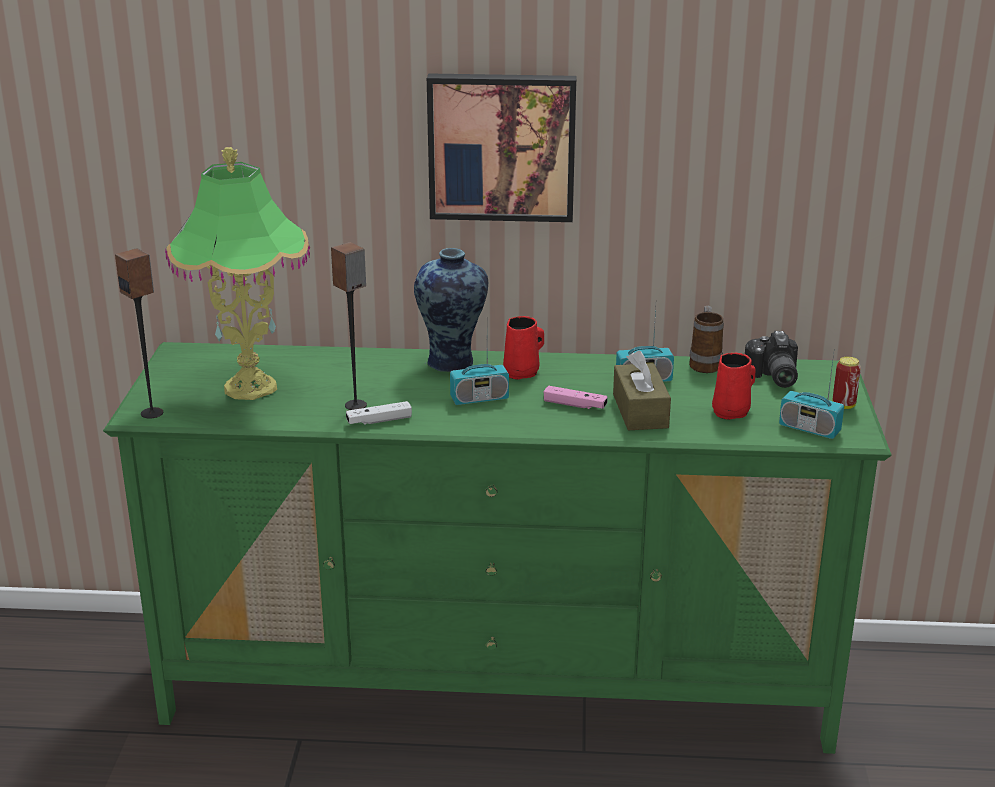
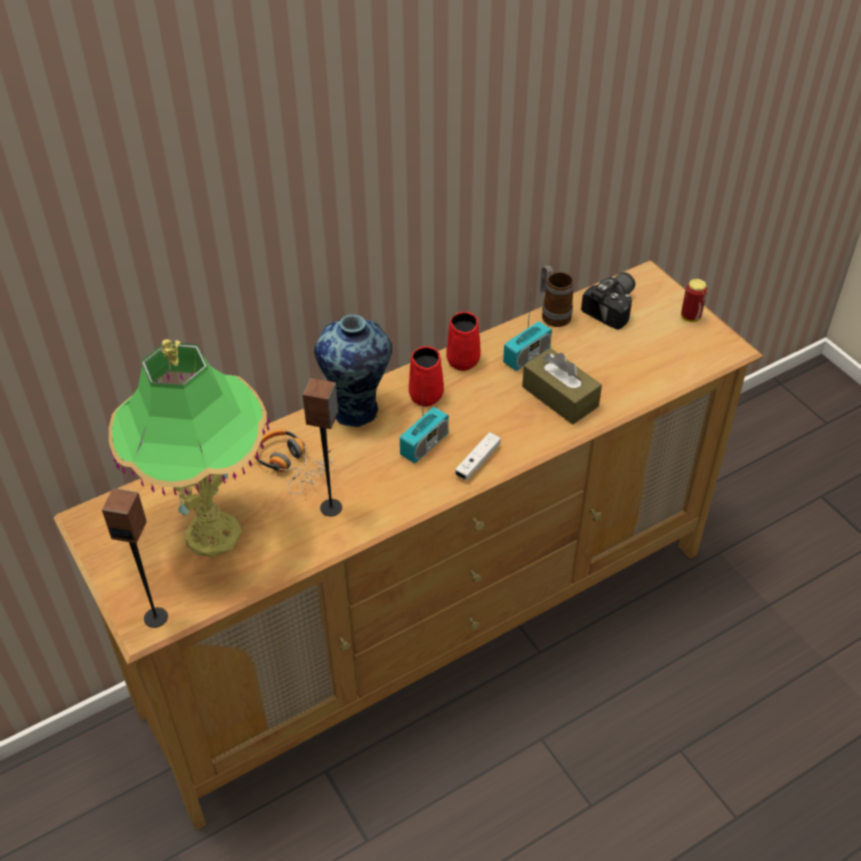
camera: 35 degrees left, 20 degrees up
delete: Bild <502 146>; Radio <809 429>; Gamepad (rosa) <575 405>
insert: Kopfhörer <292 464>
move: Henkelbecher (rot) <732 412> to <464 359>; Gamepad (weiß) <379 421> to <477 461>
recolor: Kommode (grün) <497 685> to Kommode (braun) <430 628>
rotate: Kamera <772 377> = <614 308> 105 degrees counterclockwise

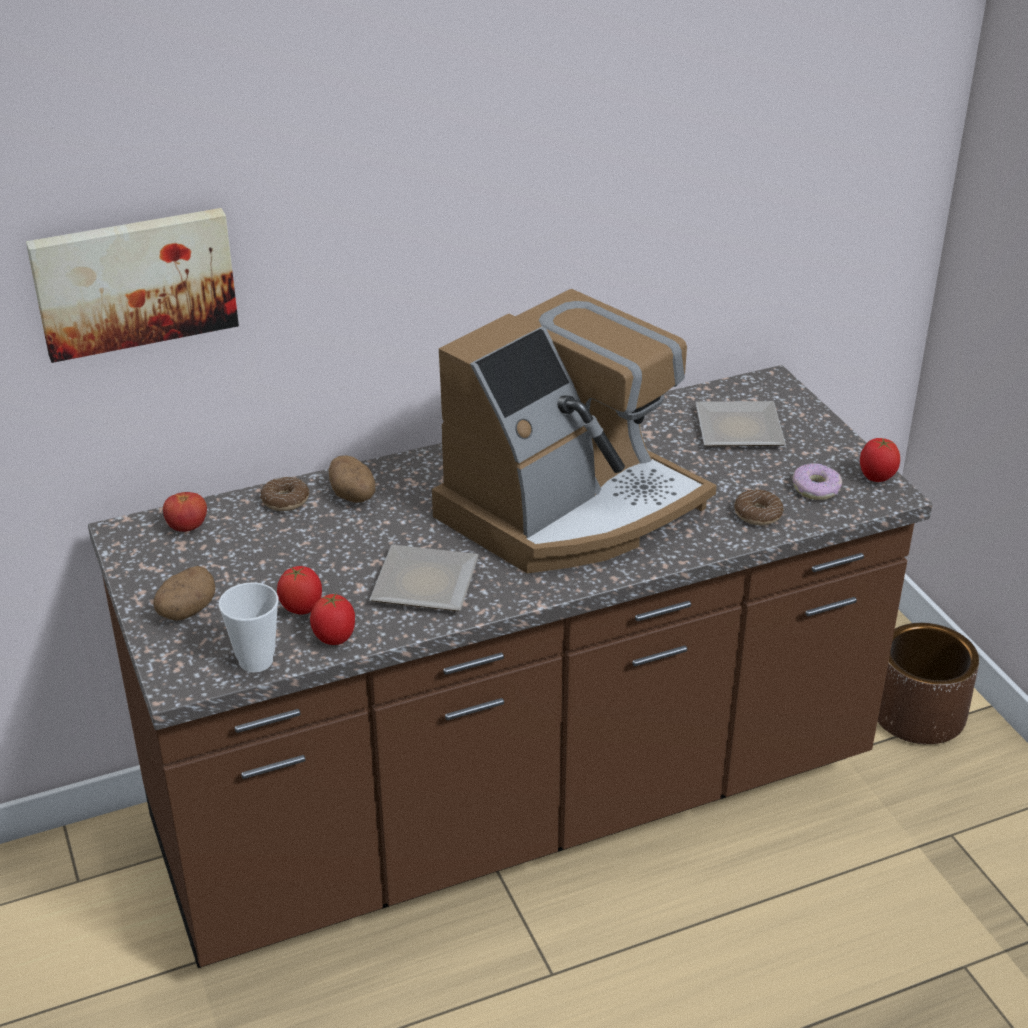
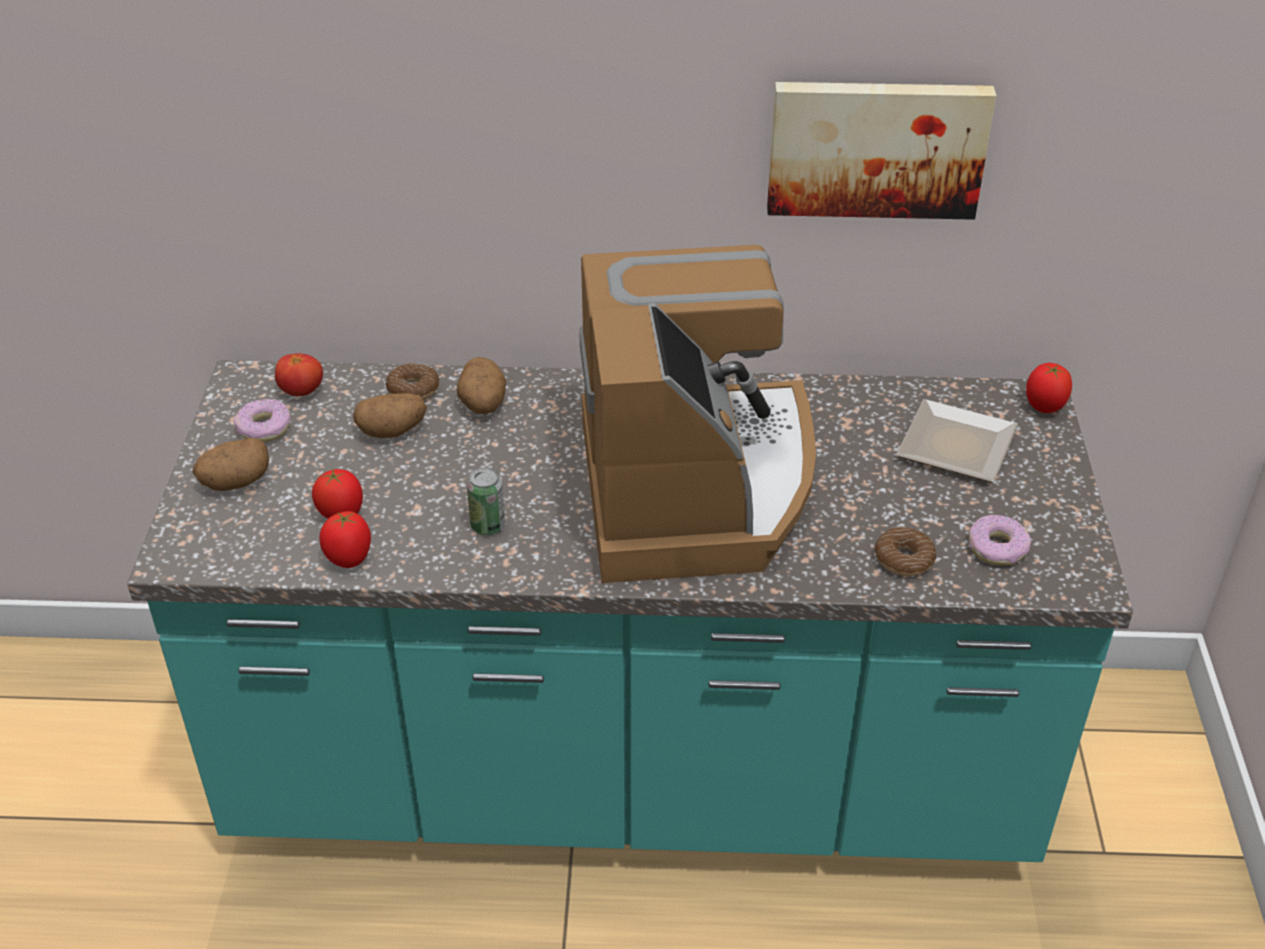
camera: 25 degrees right, 5 degrees up
delete: Tasse <256 661>; Pflanzkübel (braun) <918 715>
insert: Kartoffel <392 431>; Donut <264 428>
move: Bild <134 281> to <876 147>; Tomate <876 478> to <1044 408>
replace: Teller <429 582> to Dose <488 526>
recolor: Küchenzeile (braun) <514 802> to Küchenzeile (türkis) <632 772>
rotate: Kaffeemaschine <571 509> = <696 487> 75 degrees counterclockwise

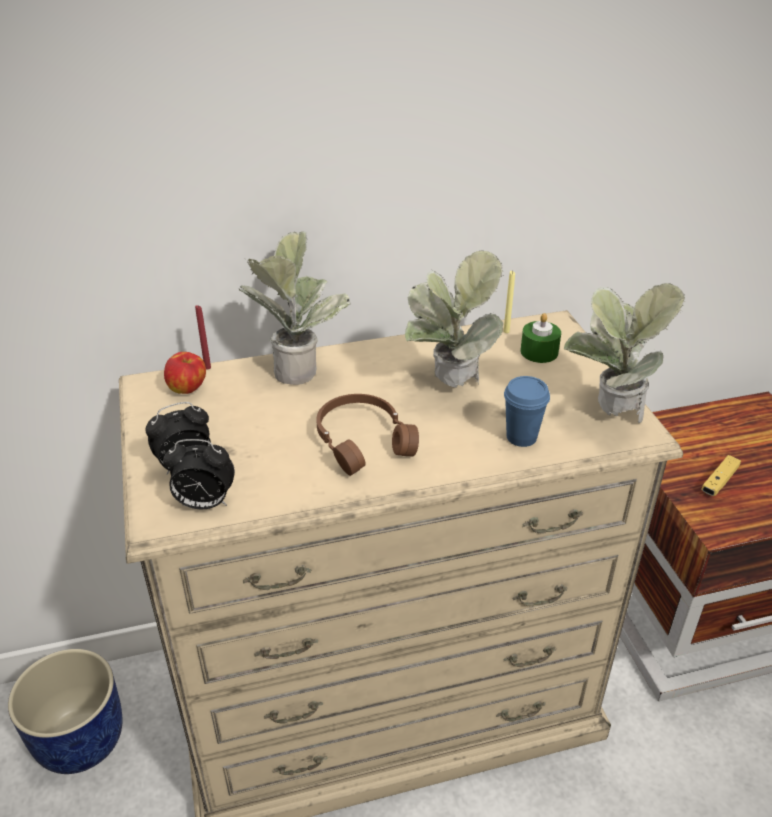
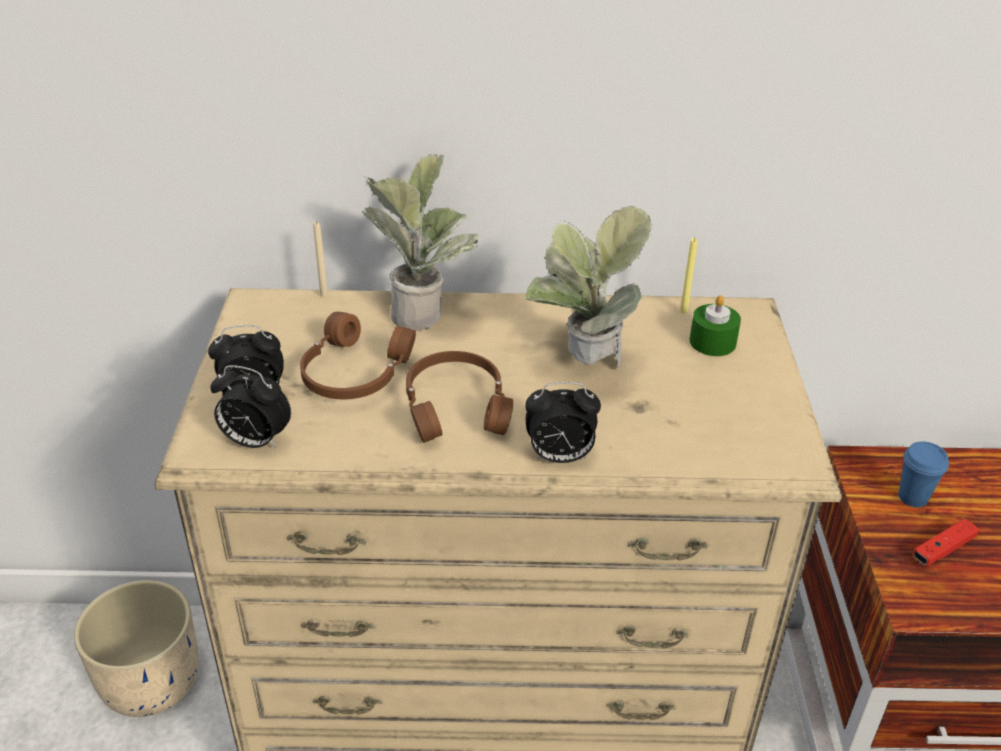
camera: 15 degrees right, 0 degrees up
delete: Topfpflanze <607 416>; Apfel <188 389>
insert: Kopfhörer (braun) <353 373>; Wecker <559 457>
move: Tasse (blau) <521 437> to <912 497>
recolor: Kerze (rot) <207 367> to Kerze (beige) <324 294>; Gamepad (gelb) <719 481> to Gamepad (rot) <943 549>; Pflanzkübel (blau) <80 738> to Pflanzkübel (beige) <151 681>

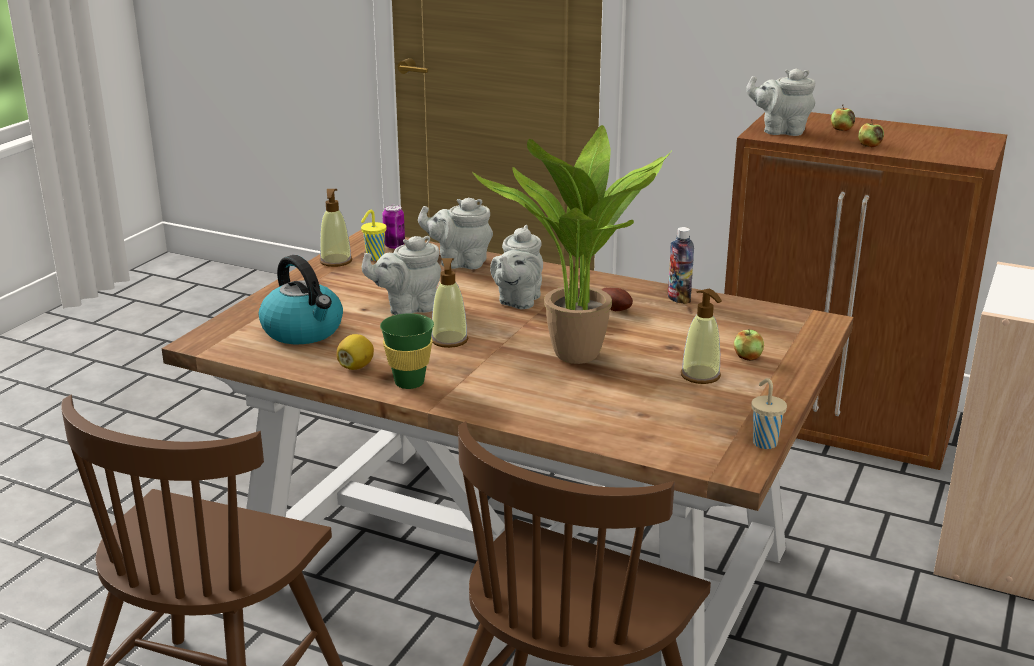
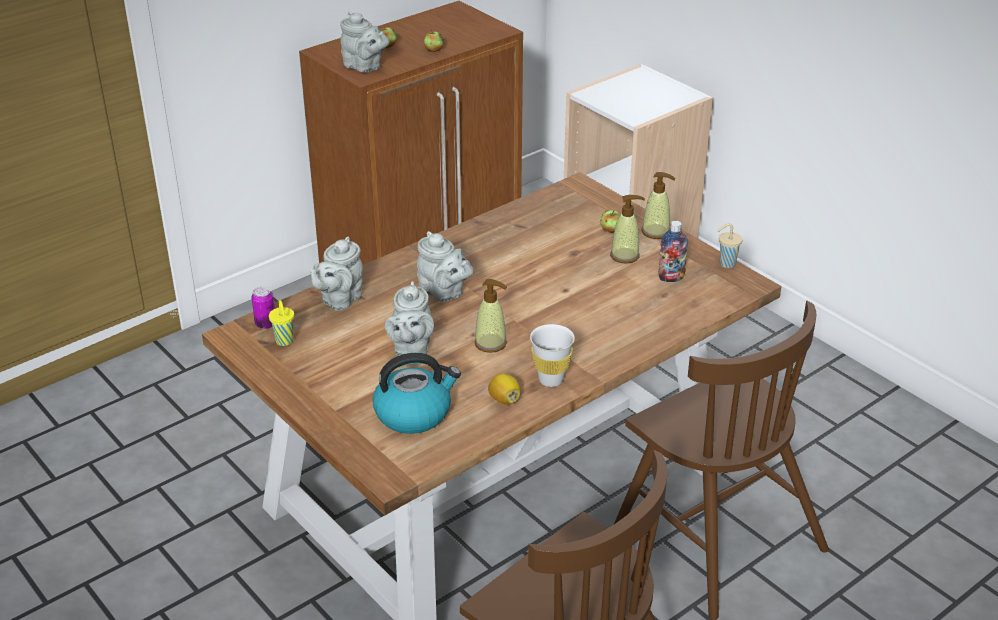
camera: 65 degrees left, 10 degrees up
delete: Topfpflanze <582 359>; Kartoffel <616 309>
move: Seifenspender <336 261> to <656 232>; Flasche <679 299> to <671 278>
recolor: Tasse (grün) <409 382> to Tasse (weiß) <551 380>
rotate: Teekanne (grau) <780 131> = <365 67> 90 degrees counterclockwise

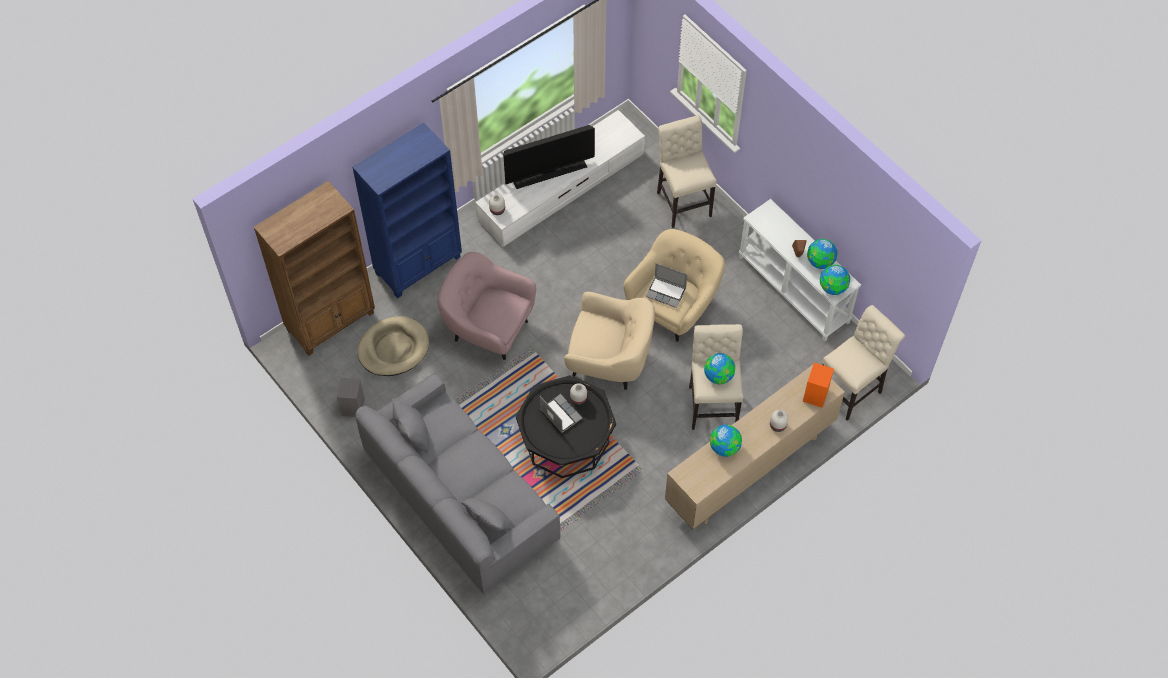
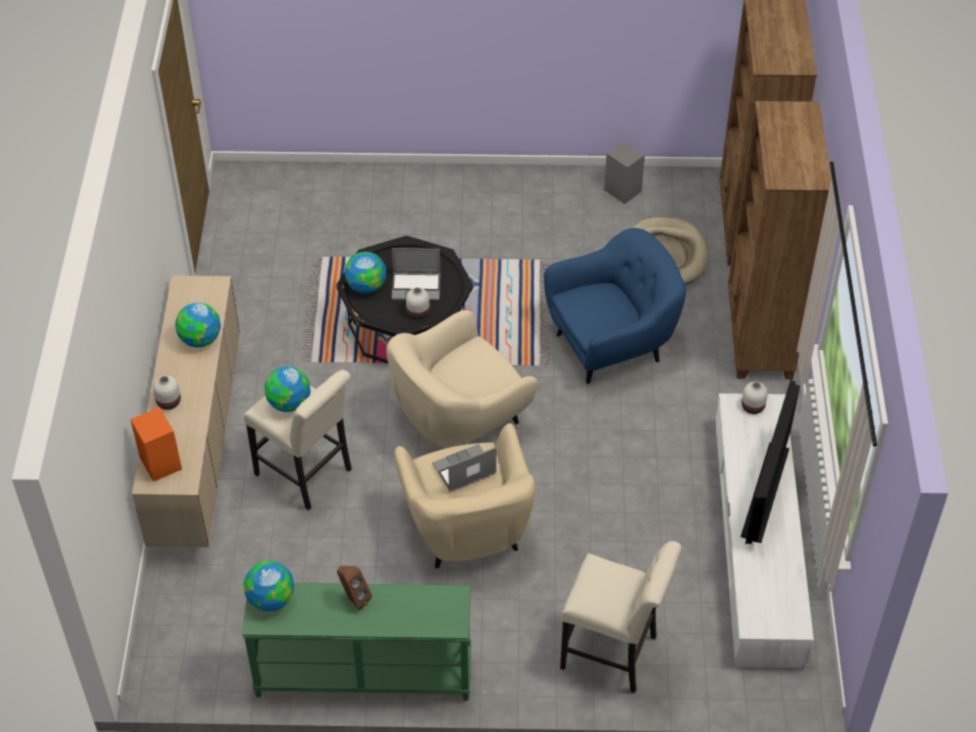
camera: 130 degrees right, 10 degrees down
delete: Hocker (beige) <852 390>; Sofa (grau) <461 497>
move: Globus <820 262> to <366 286>
recolor: Bücherregal (blau) <419 265> to Bücherregal (braun) <759 337>; Konsolentisch (weiß) <794 289> to Konsolentisch (grün) <363 675>; Sessel (rosa) <488 328> to Sessel (blau) <611 345>

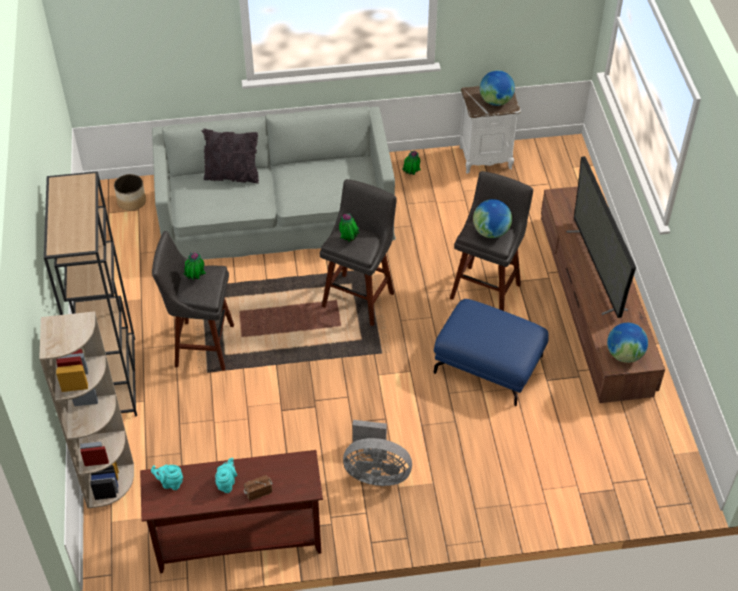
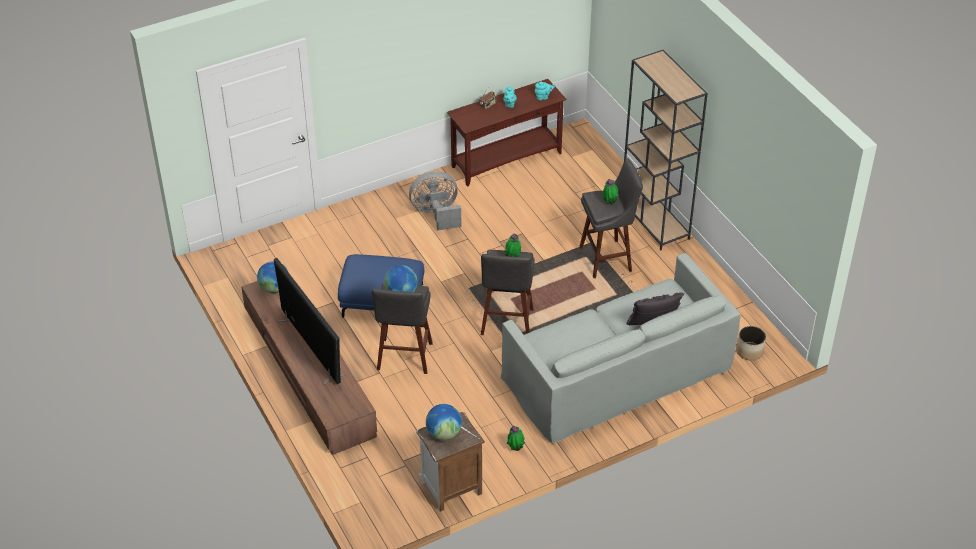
camera: 160 degrees right, 5 degrees down
delete: Bücherregal (beige) <110 488>

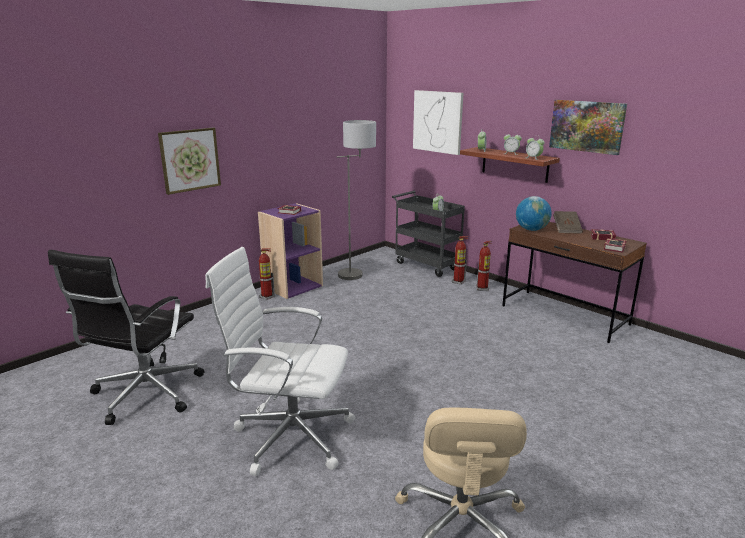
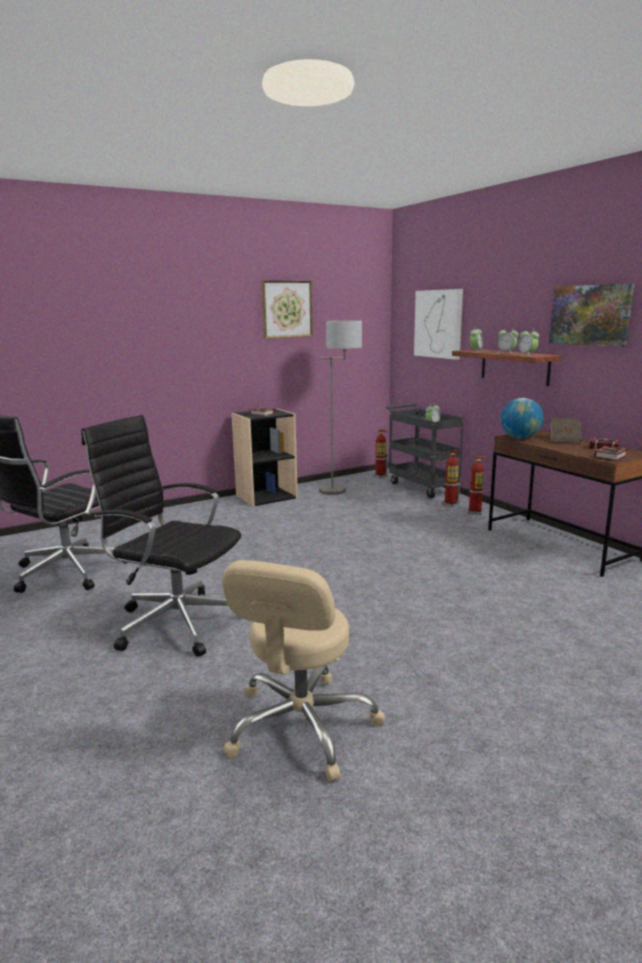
camera: 15 degrees right, 5 degrees down
move: Bild <190 160> to <287 309>; Feuerlöscher <267 297> to <380 476>
recolor: Bücherregal (lila) <293 286> to Bücherregal (schwarz) <267 496>; Bürostuhl (weiß) <290 436> to Bürostuhl (schwarz) <176 622>

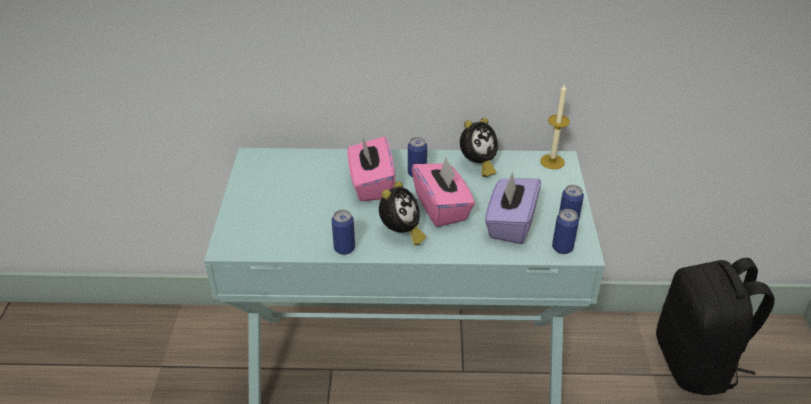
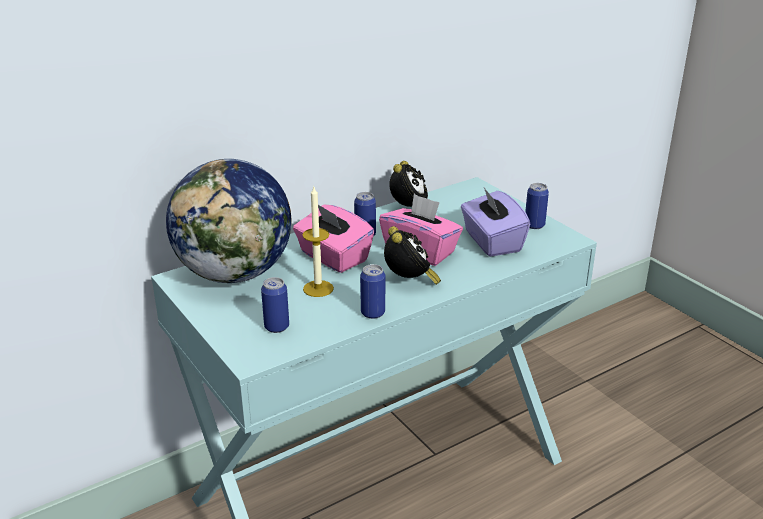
camera: 35 degrees left, 10 degrees down
delete: Rucksack (schwarz) <696 363>
insert: Globus <235 274>
move: Kerze <552 161> to <318 288>; Dose <562 248> to <276 327>

